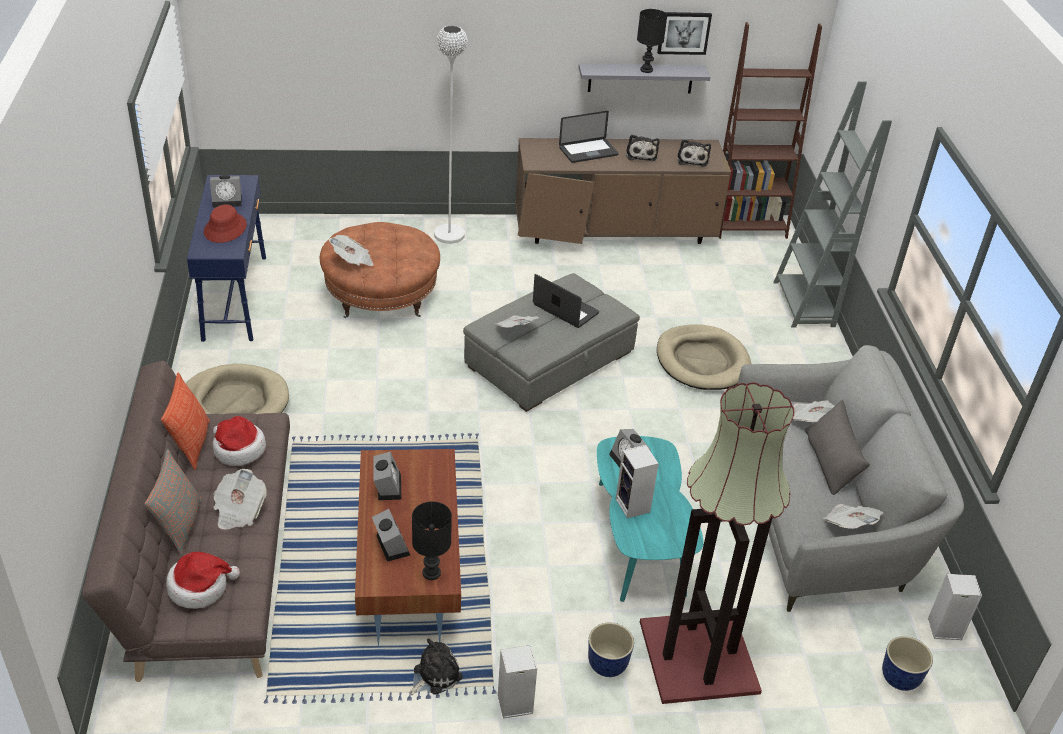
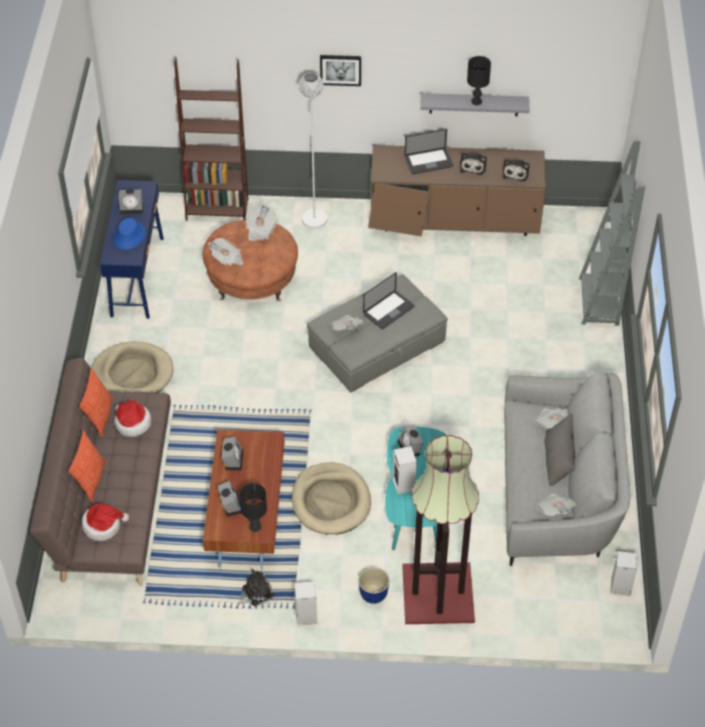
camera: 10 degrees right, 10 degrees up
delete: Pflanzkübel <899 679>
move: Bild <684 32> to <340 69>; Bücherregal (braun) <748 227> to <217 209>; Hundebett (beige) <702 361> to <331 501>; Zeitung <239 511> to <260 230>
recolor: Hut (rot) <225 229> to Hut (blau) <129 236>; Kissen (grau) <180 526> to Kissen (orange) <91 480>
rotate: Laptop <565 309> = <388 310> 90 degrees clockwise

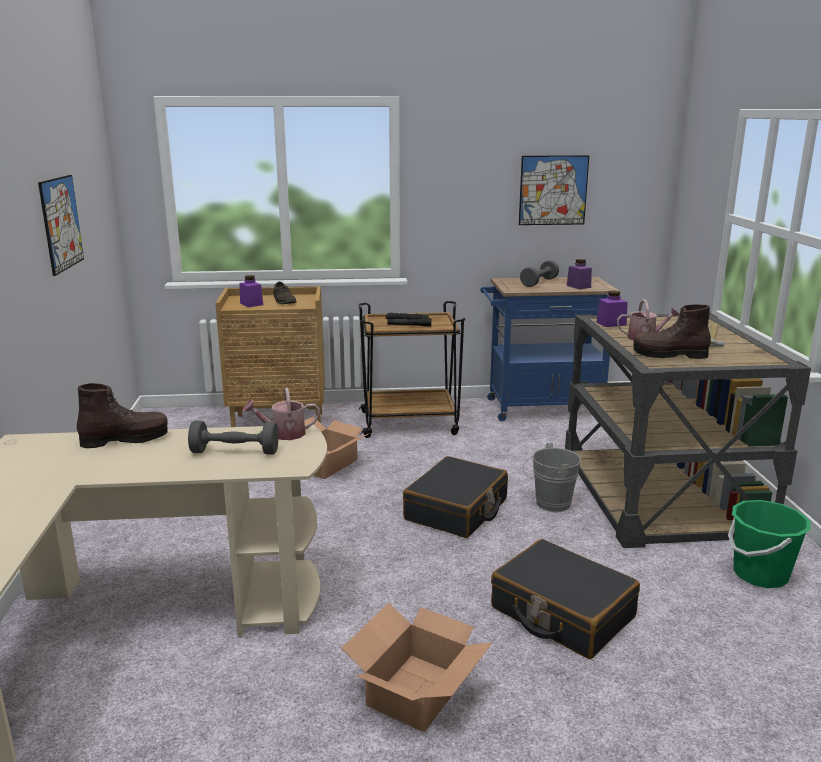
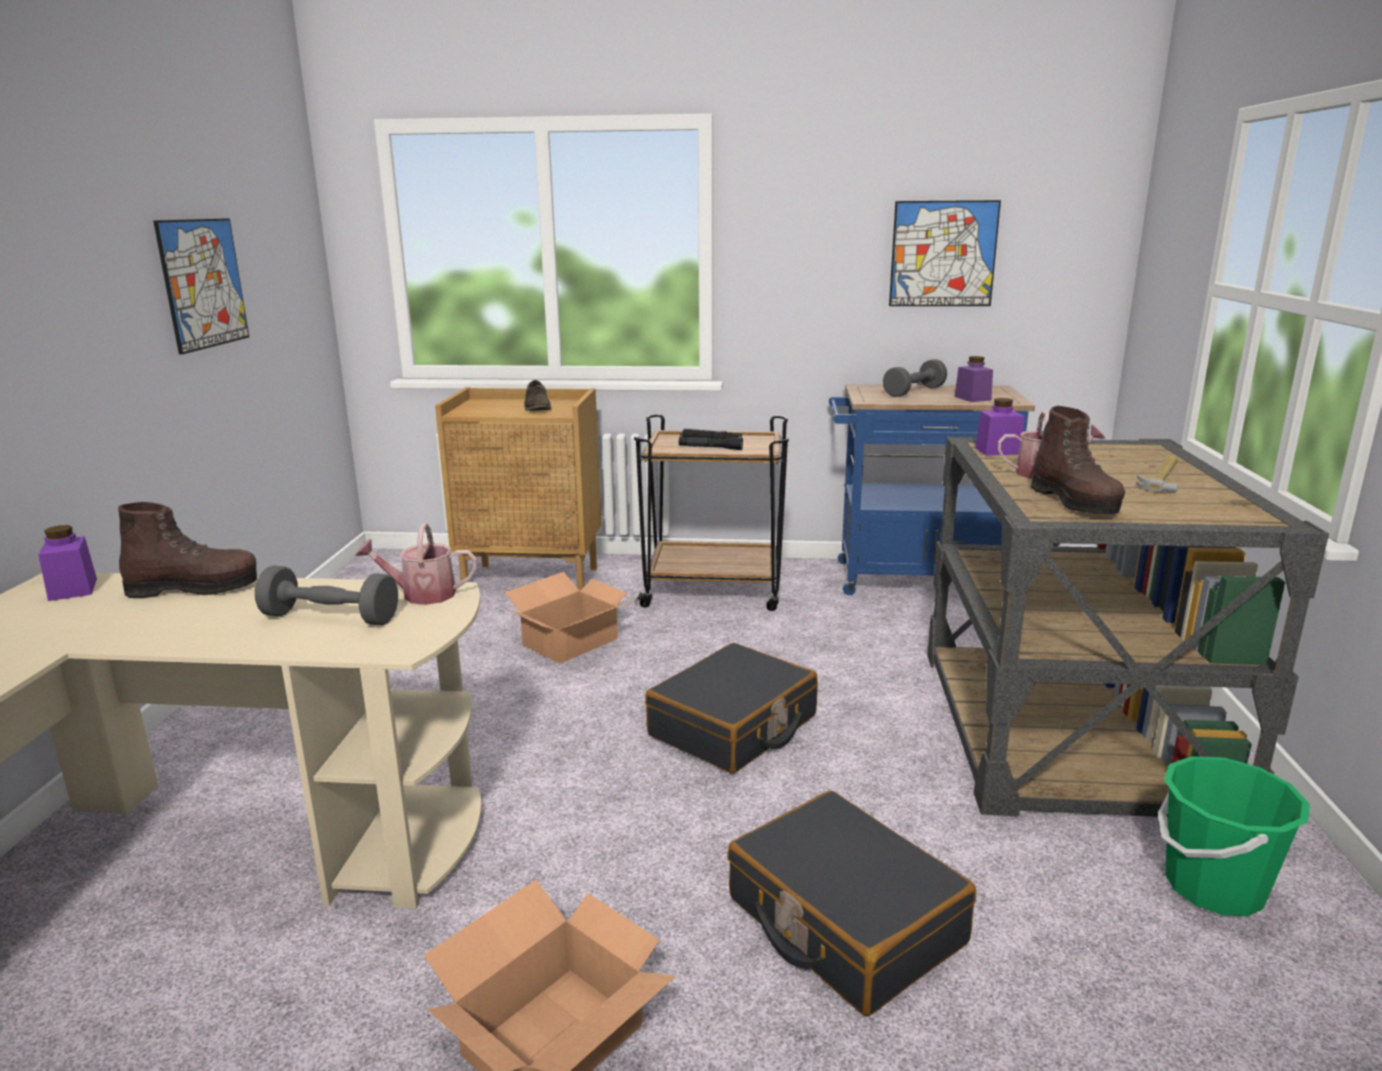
camera: 10 degrees right, 0 degrees up
delete: Eimer (grau) <549 504>
move: Vorratsglas (lila) <251 304> to <73 589>
rotate: Stiefel (braun) <669 355> = <1075 501> 120 degrees counterclockwise

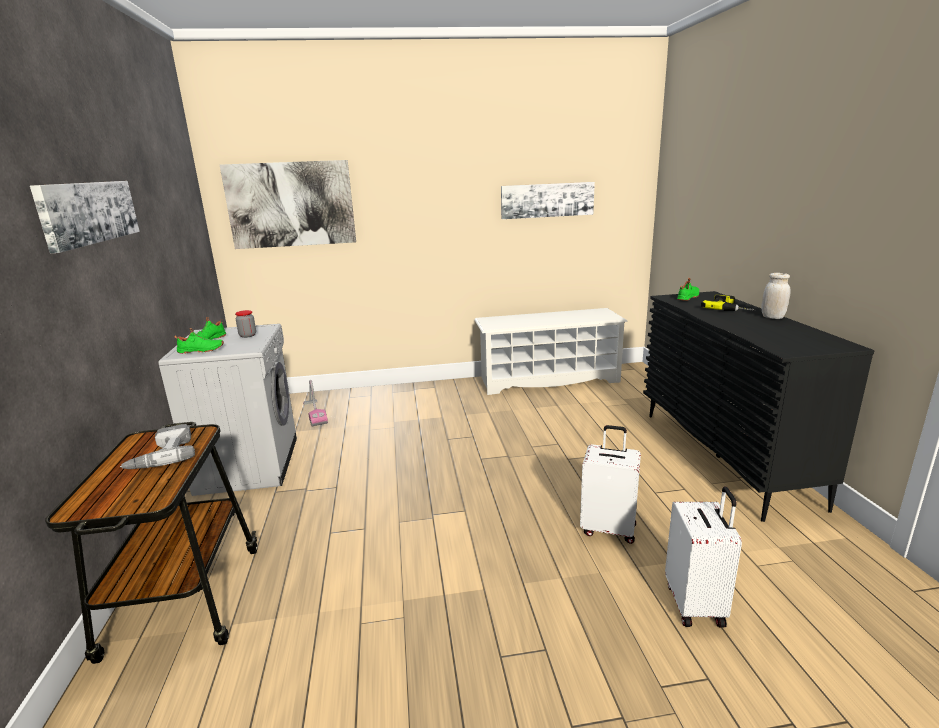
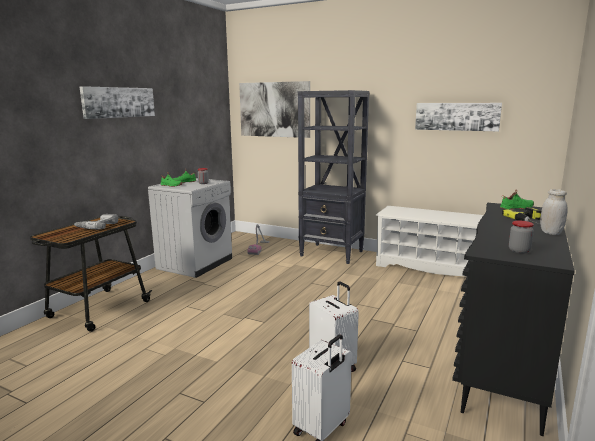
camera: 35 degrees right, 5 degrees down
insert: Bücherregal (schwarz) <332 254>; Vorratsglas <519 251>

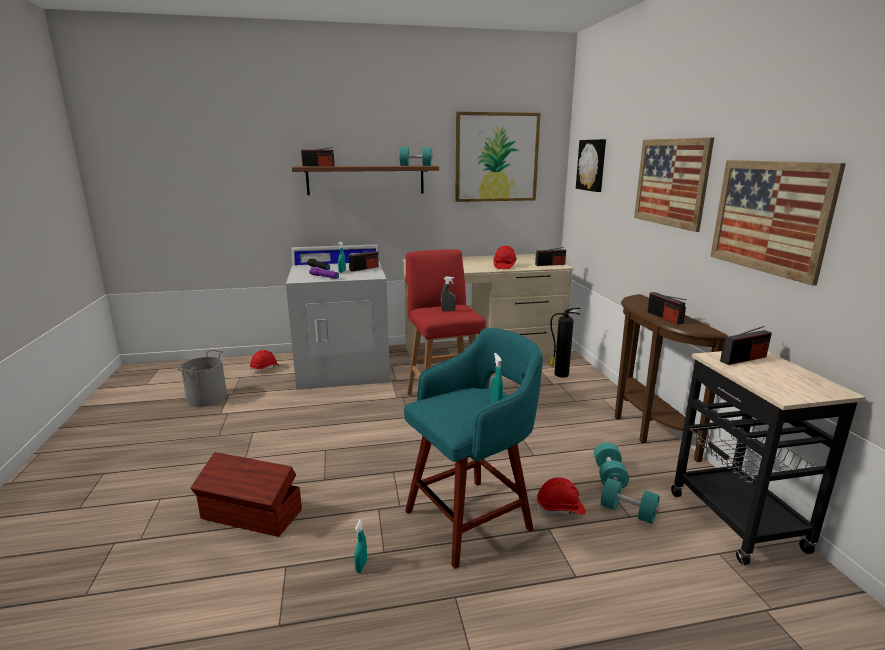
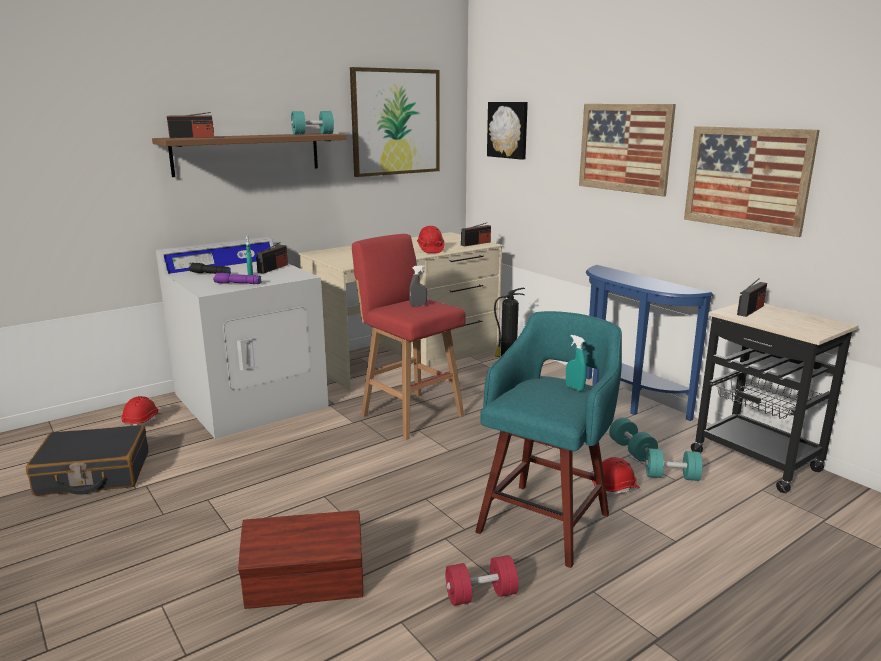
camera: 25 degrees left, 0 degrees up
delete: Radio <664 317>
replace: Eimer (grau) <207 398> to Koffer (schwarz) <93 474>; Sprühflasche (türkis) <361 566> to Hantel (rot) <481 595>
recolor: Konsolentisch (braun) <645 428> to Konsolentisch (blau) <626 401>

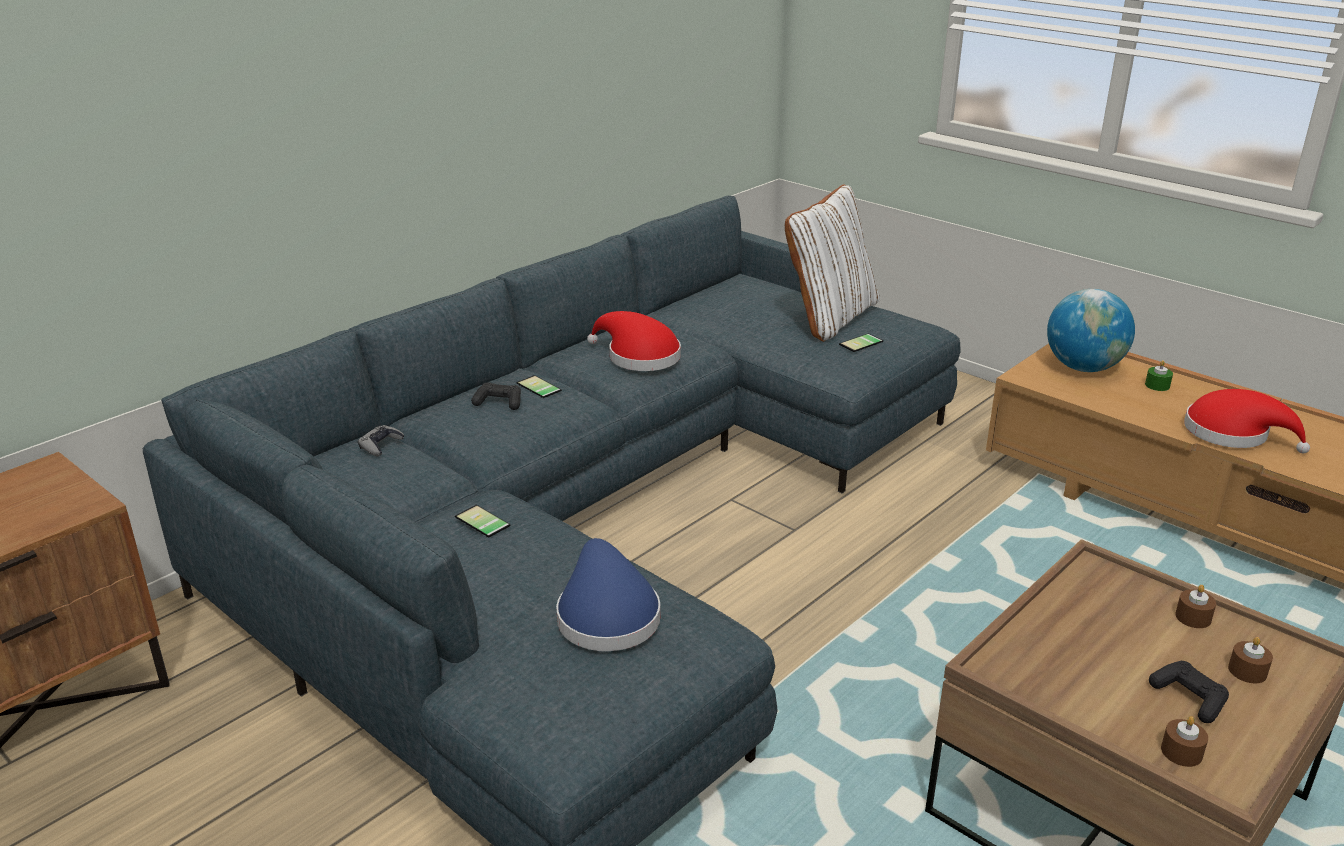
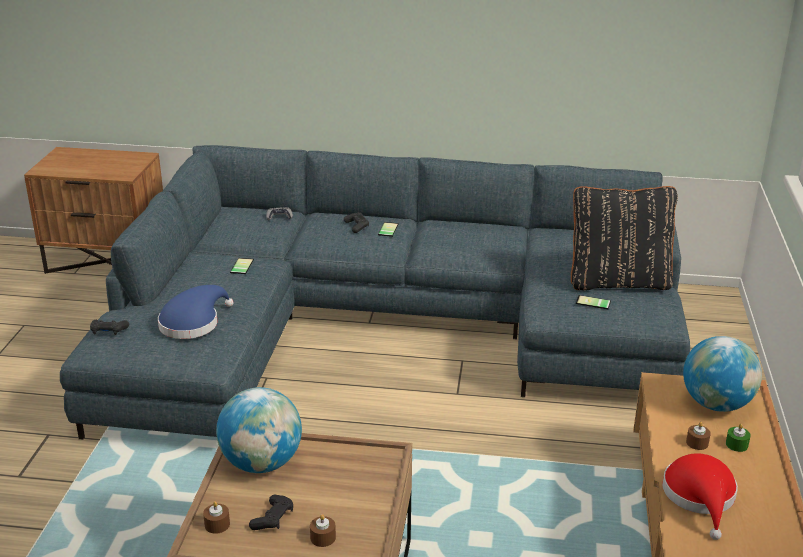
camera: 55 degrees right, 0 degrees up
delete: Hut (rot) <638 356>
insert: Gamepad (schwarz) <108 331>; Globus <262 463>
move: Kerze (braun) <1193 617> to <697 443>
recolor: Kissen (weiß) <830 317> to Kissen (schwarz) <618 281>

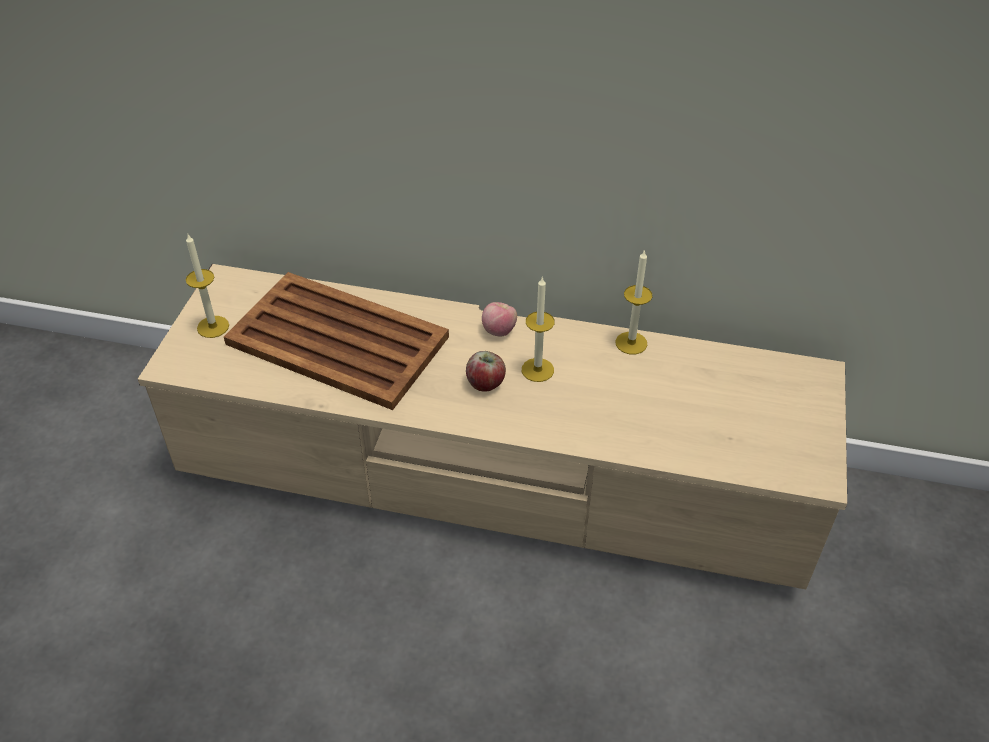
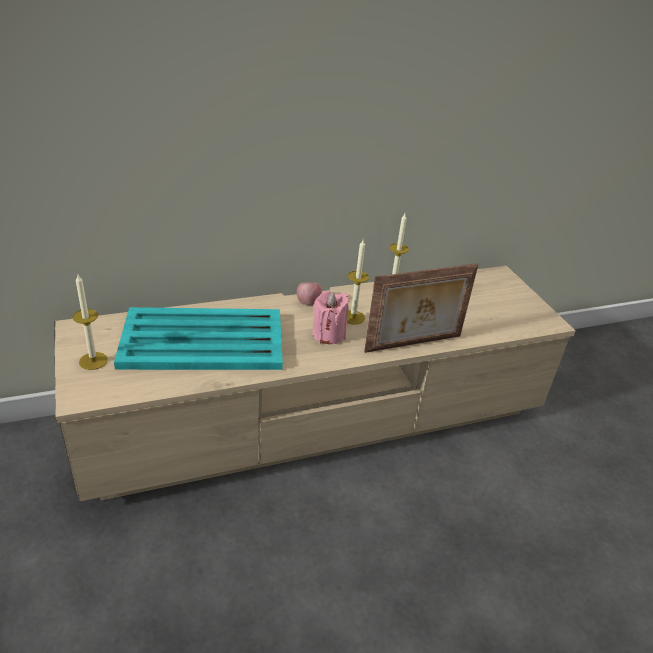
camera: 35 degrees left, 10 degrees down
insert: Bilderrahmen <414 344>
replace: Apfel <485 383> to Kerze (rosa) <328 334>
recolor: Tablett (braun) <339 342> to Tablett (türkis) <204 341>

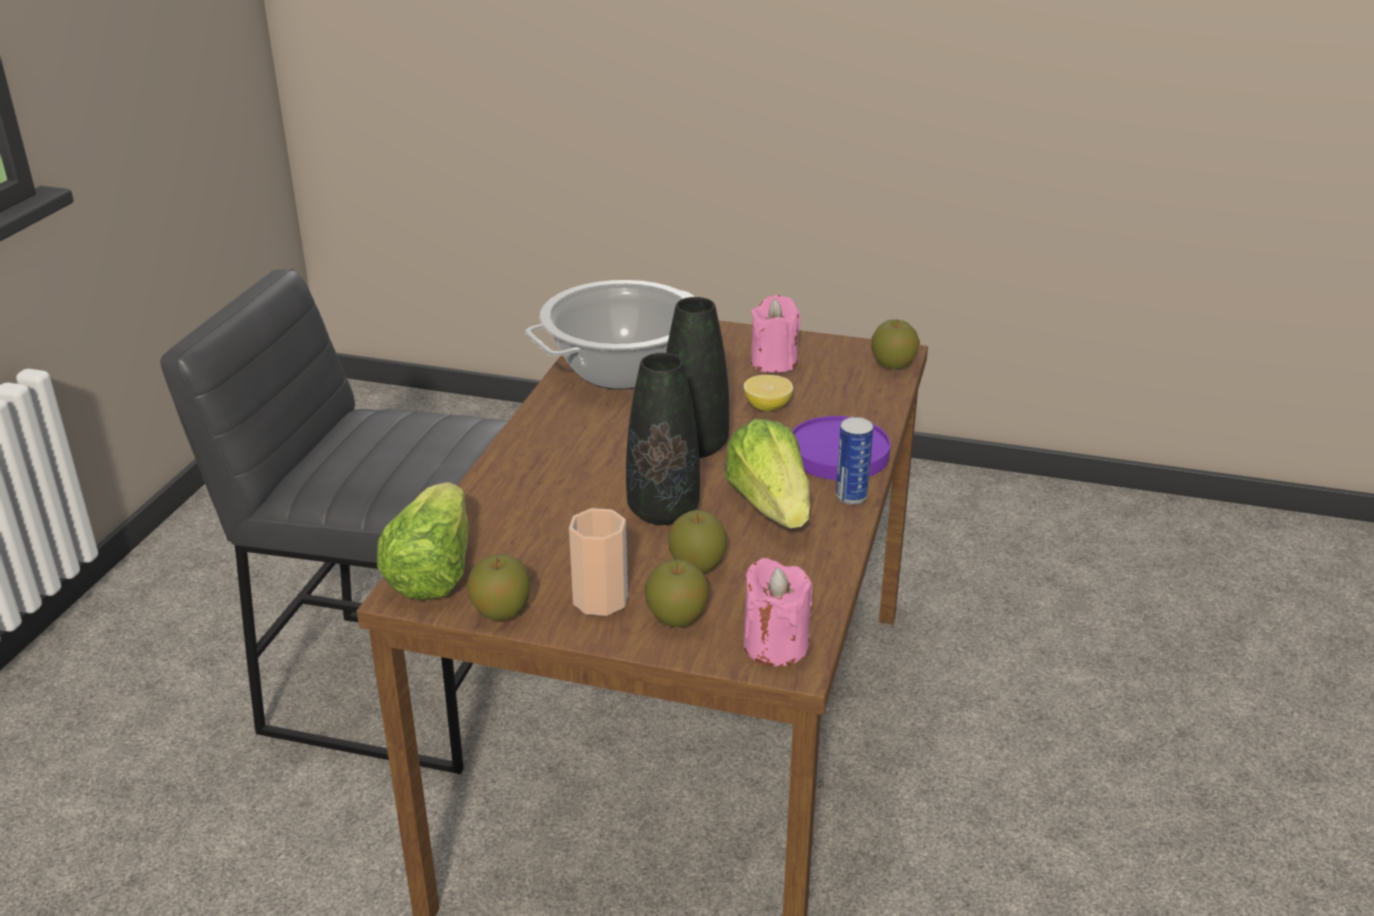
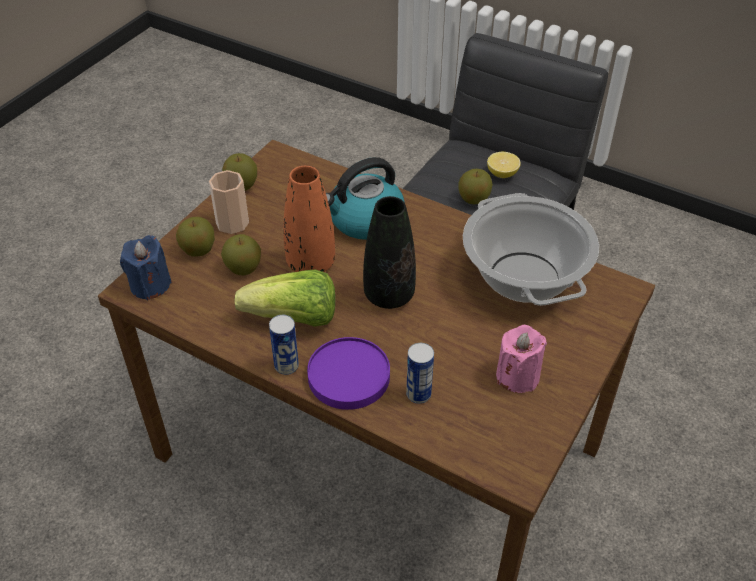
camera: 105 degrees right, 15 degrees up
delete: Salatkopf <433 571>
insert: Wasserkessel <365 220>; Dose <418 394>
move: Apfel <893 365> to <474 199>; Zitrone <767 407> to <502 174>
recolor: Vase (schwarz) <663 512> to Vase (orange) <311 264>; Kerze (rosa) <775 645> to Kerze (blau) <150 285>

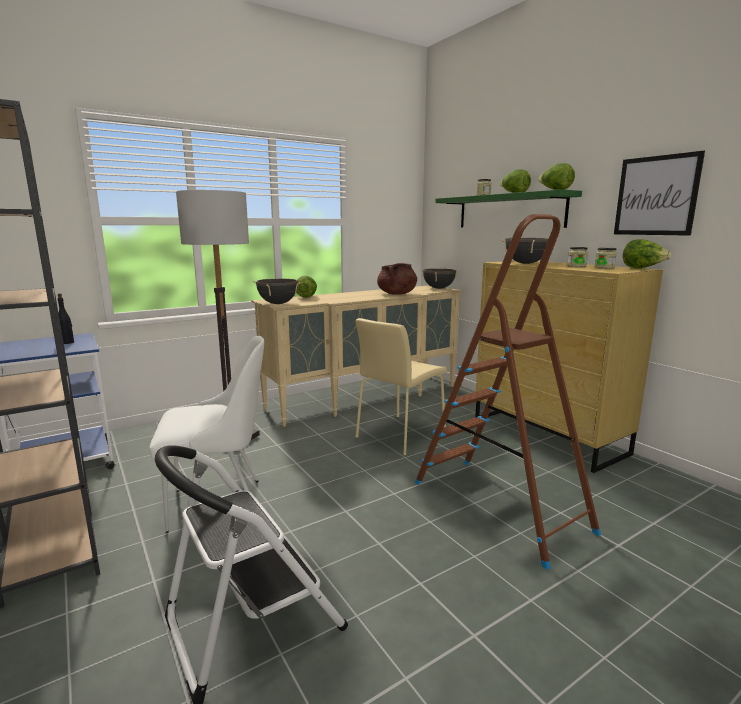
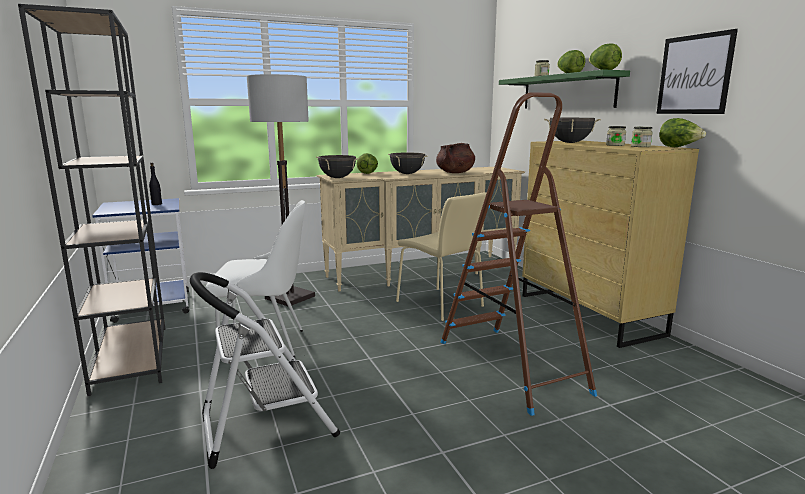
camera: 10 degrees right, 0 degrees up
move: Kochtopf (schwarz) <438 288> to <407 174>
rotate: Stuhl (beige) <399 435> = <442 304> 90 degrees counterclockwise

